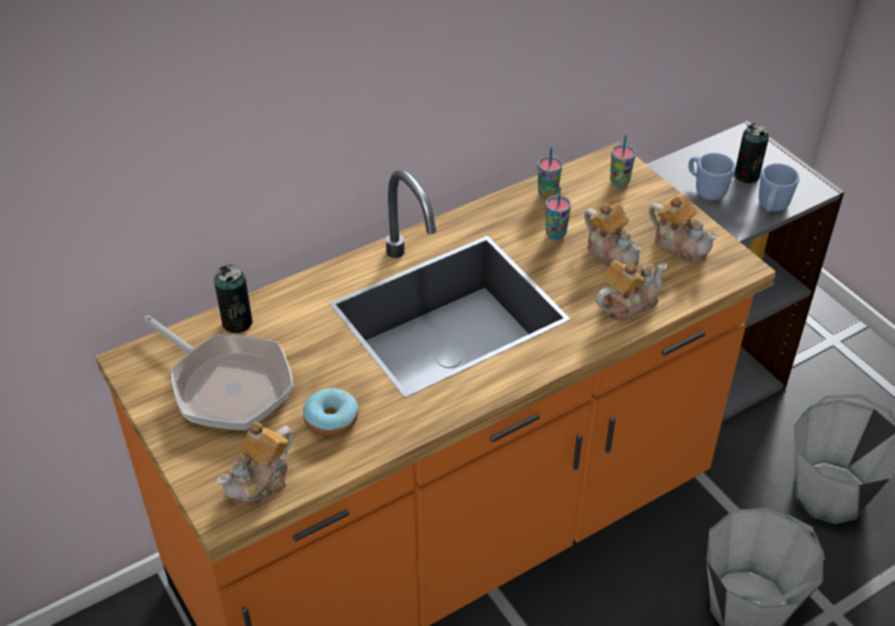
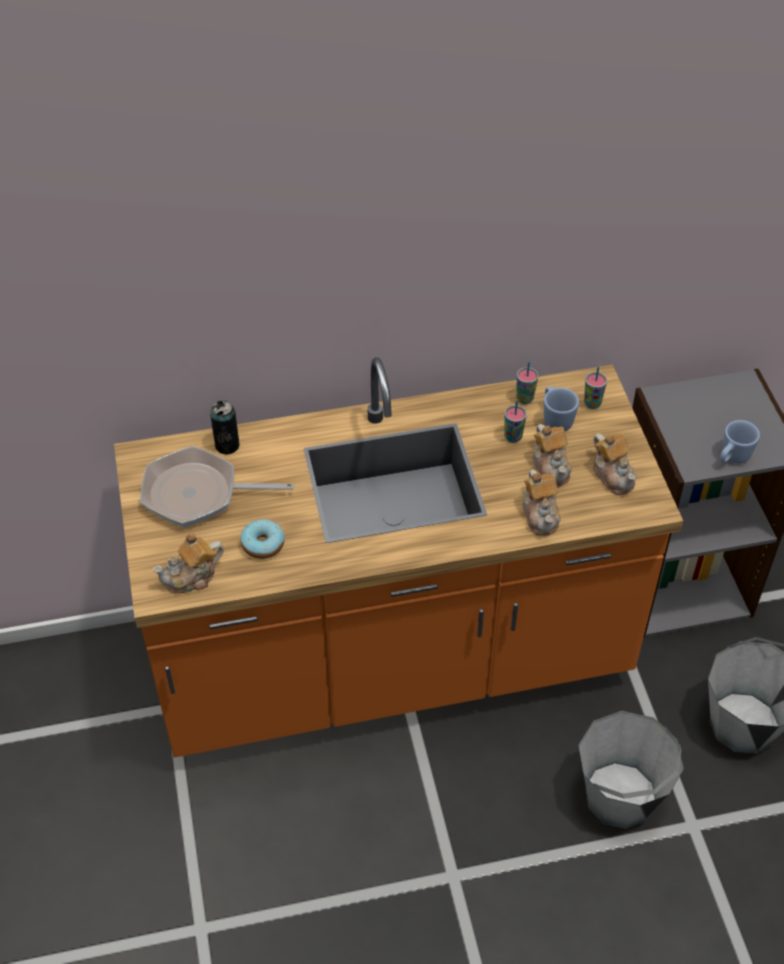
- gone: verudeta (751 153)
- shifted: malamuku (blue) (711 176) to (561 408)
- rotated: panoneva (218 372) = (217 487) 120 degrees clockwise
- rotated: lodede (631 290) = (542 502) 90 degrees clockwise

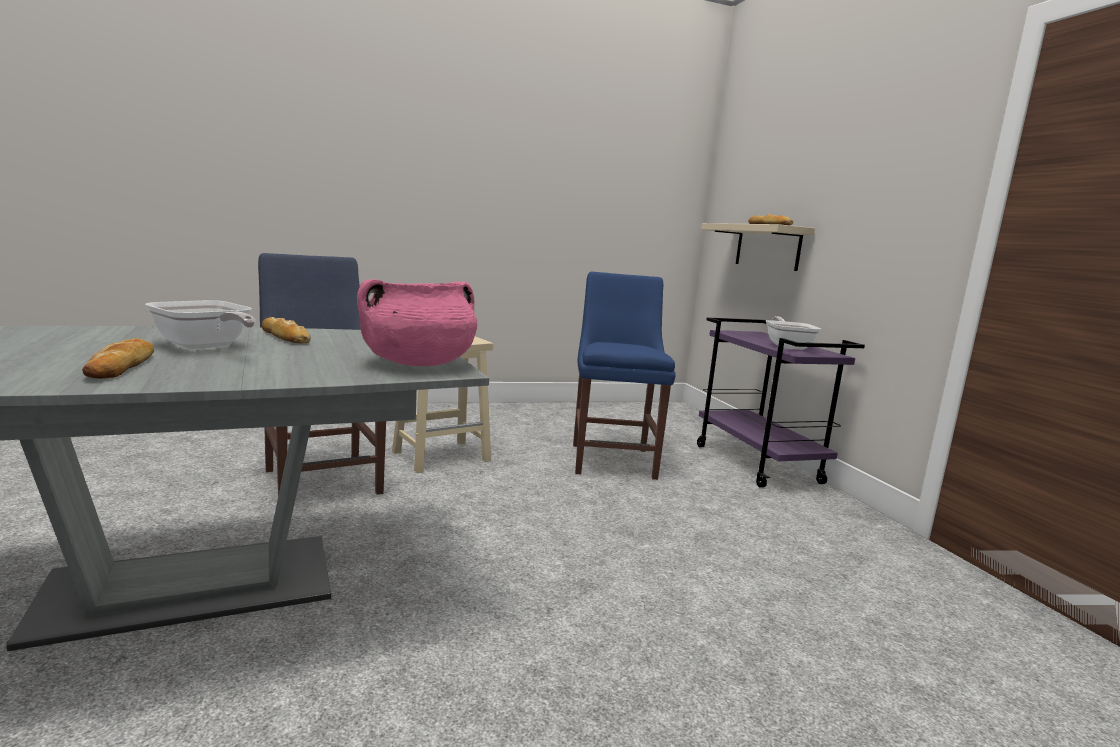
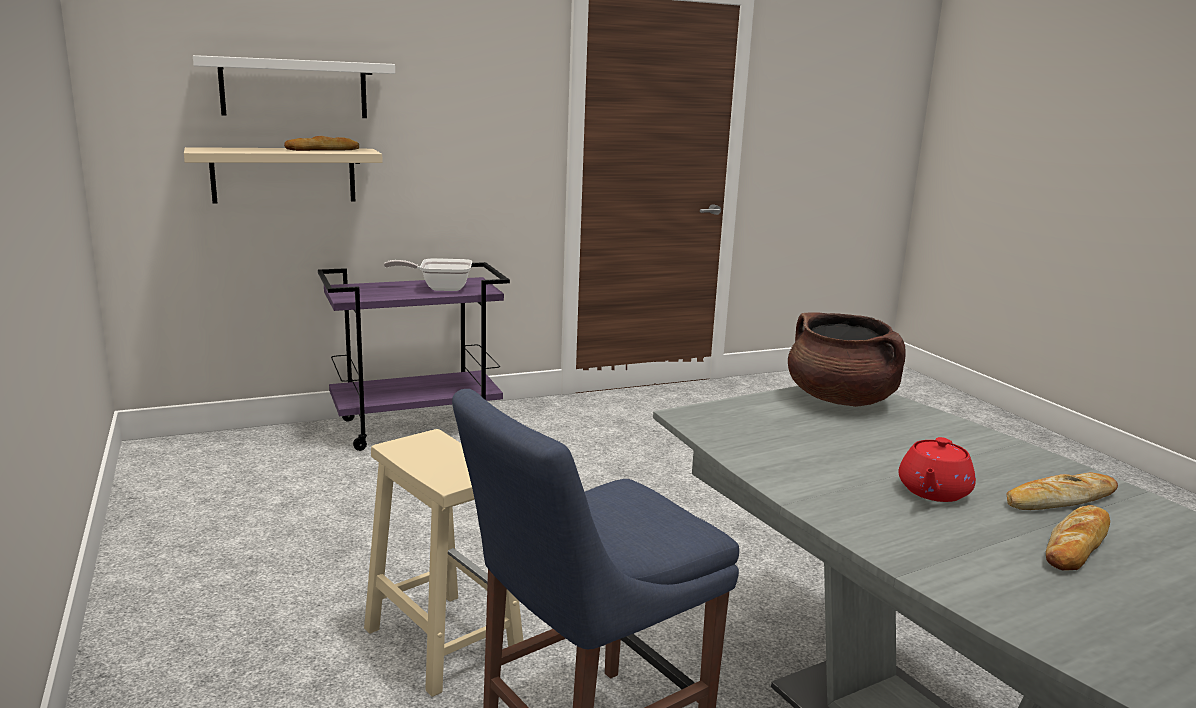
- gone: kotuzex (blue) (624 376)
- new: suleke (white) (294 86)
- shifted: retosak (286 330) to (1078 538)
- swapped: panoneva (200 324) to lodede (red) (937 469)
- repainted: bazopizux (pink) (417 322) to bazopizux (brown) (847 359)

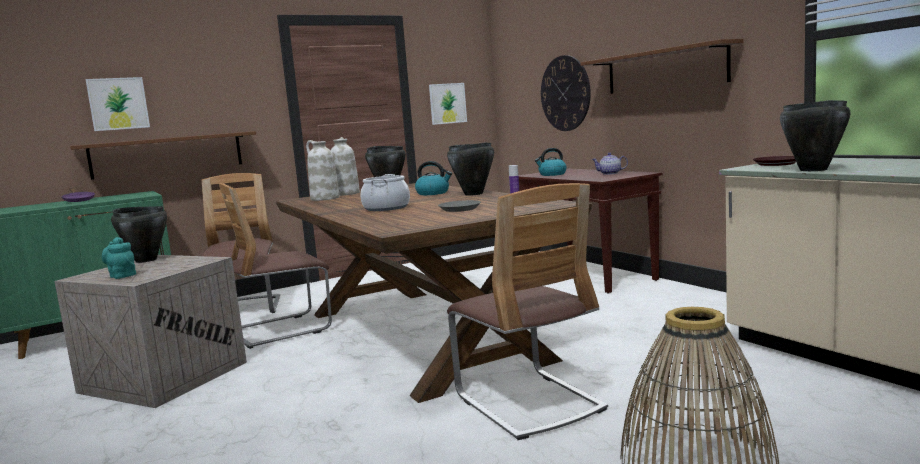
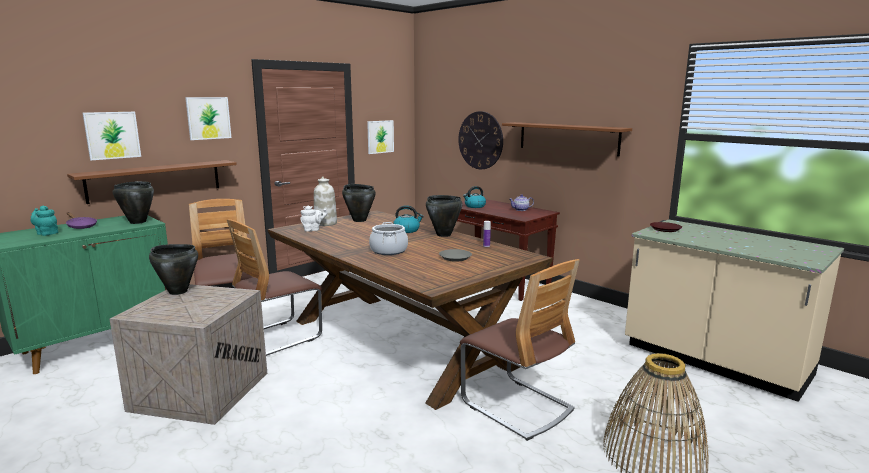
- new: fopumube (208 118)
- shifted: lodede (turquoise) (119 258) to (44 221)
- shifted: bazopizux (black) (815 135) to (133 202)
- swapped: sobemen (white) (323 170) to lodede (white) (313 219)

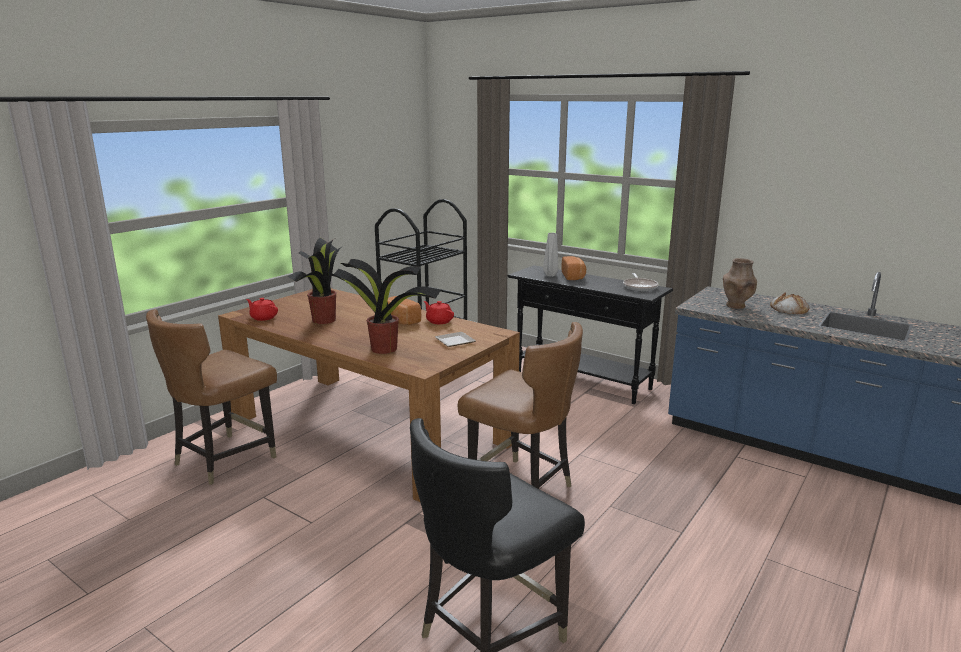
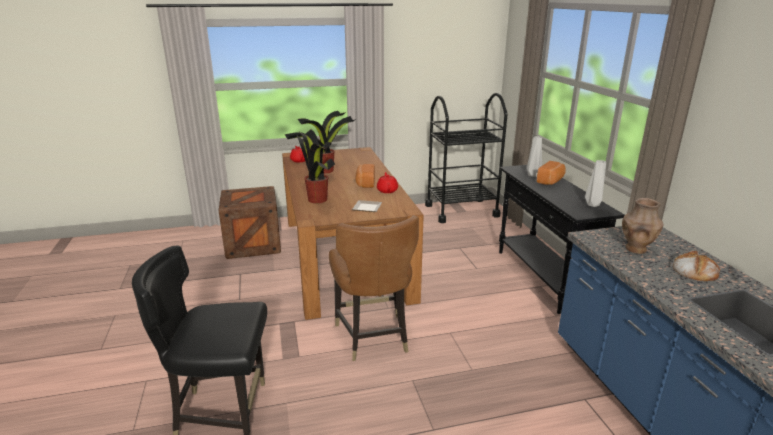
- swapped: kotuzex (brown) (211 397) to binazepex (250 222)
- swapped: panoneva (641 282) to sobemen (grey) (595 183)

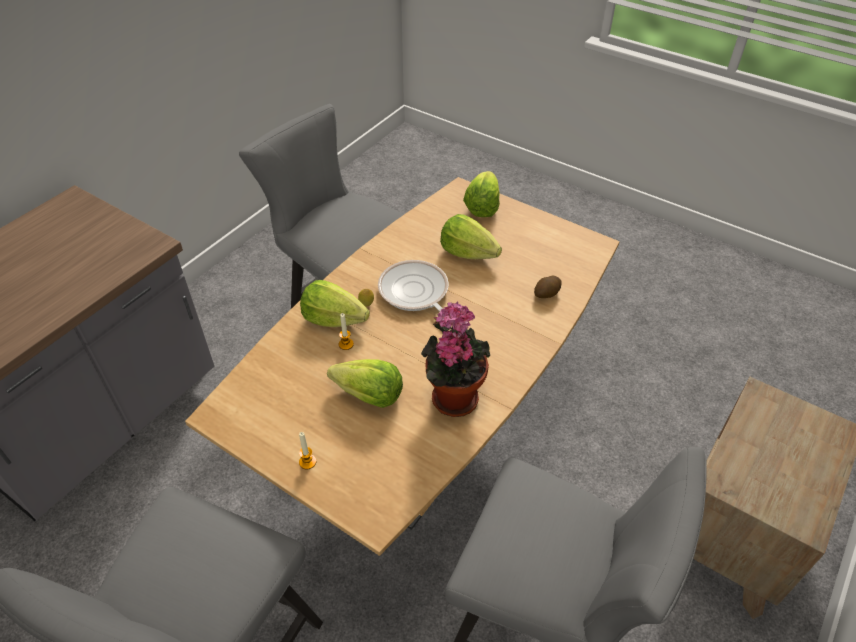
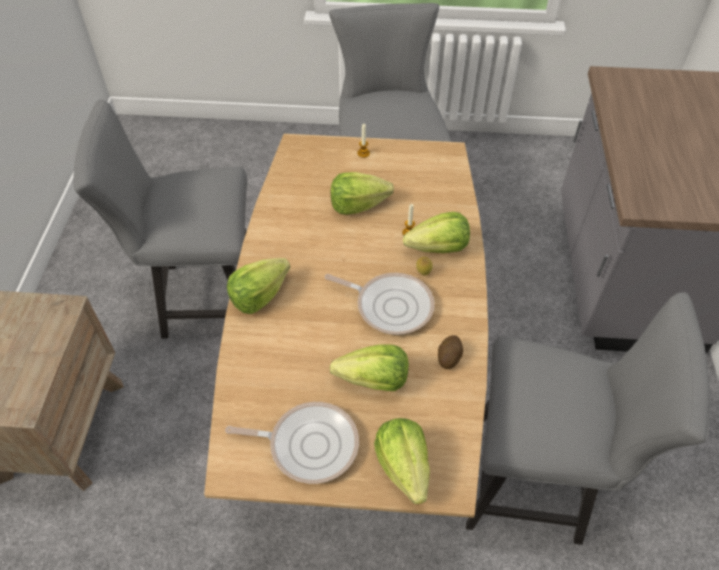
- gone: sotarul (456 359)
- new: panoneva (292 443)
- new: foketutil (258 286)
- shifted: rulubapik (548 287) to (450 352)

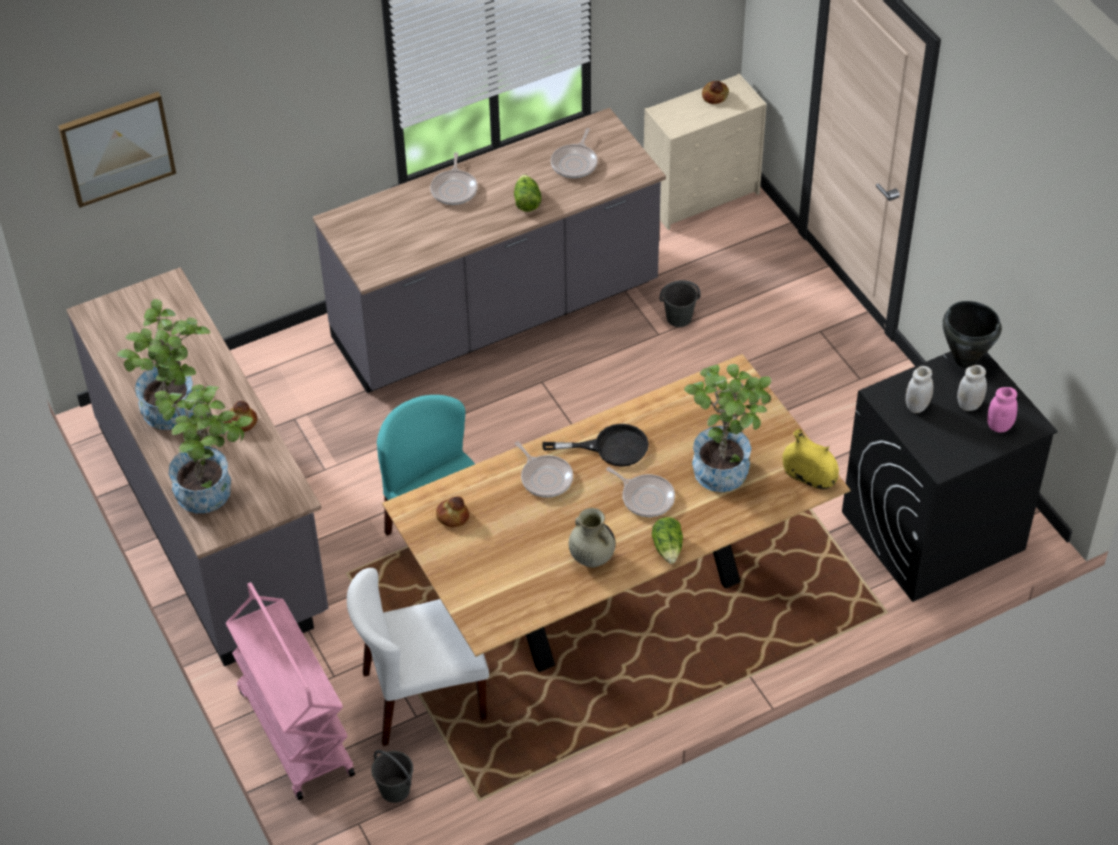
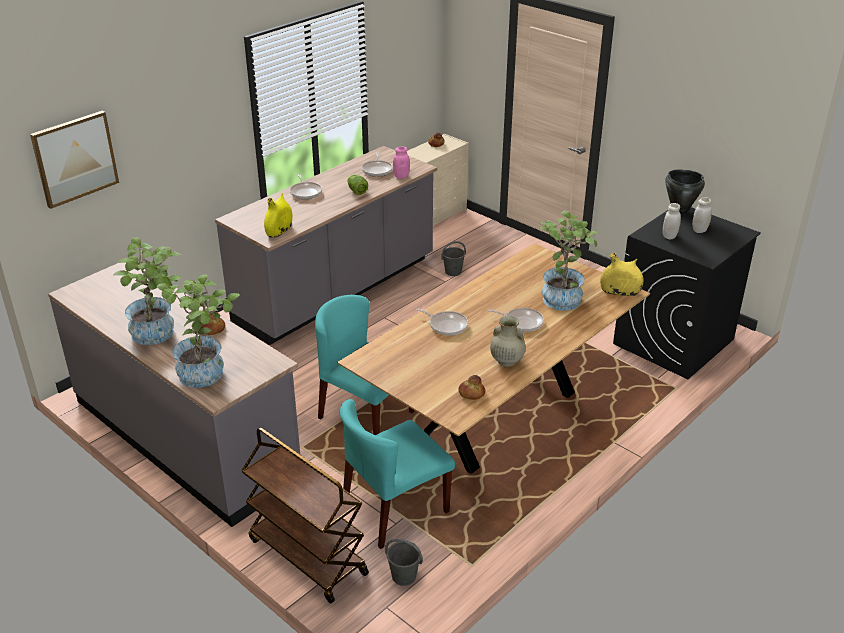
- gone: panoneva (black) (595 445)
- gone: foketutil (667 540)
- new: sobemen (yellow) (278 215)
- shifted: retosak (452 512) to (471 387)
- shifted: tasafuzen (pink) (1002 409) to (401 163)
- repainted: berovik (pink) (290 691) to berovik (brown) (305 515)
- repainted: kotuzex (white) (418 657) to kotuzex (turquoise) (397 474)

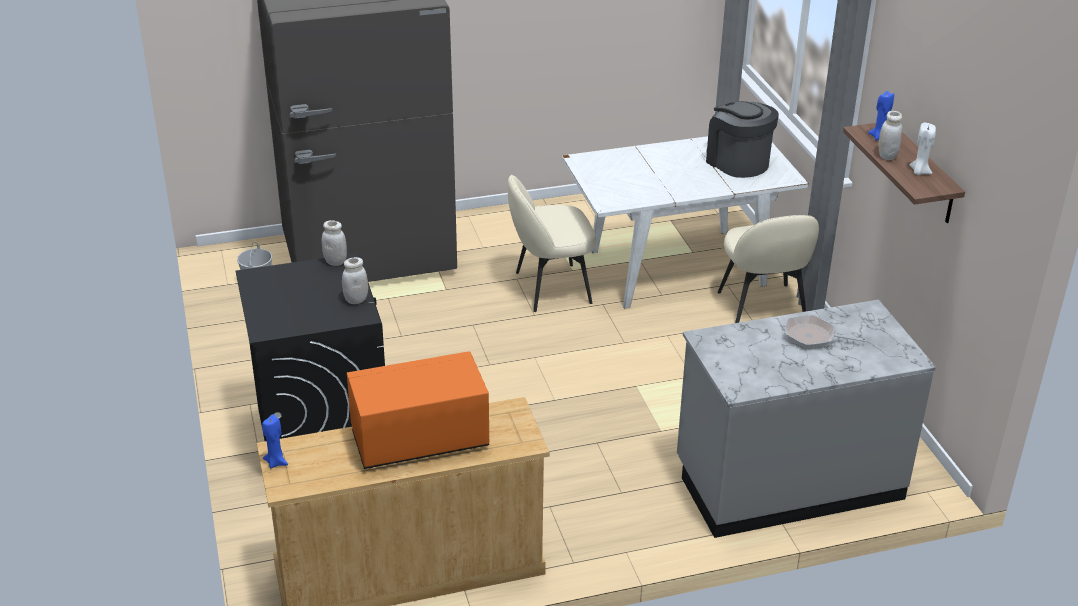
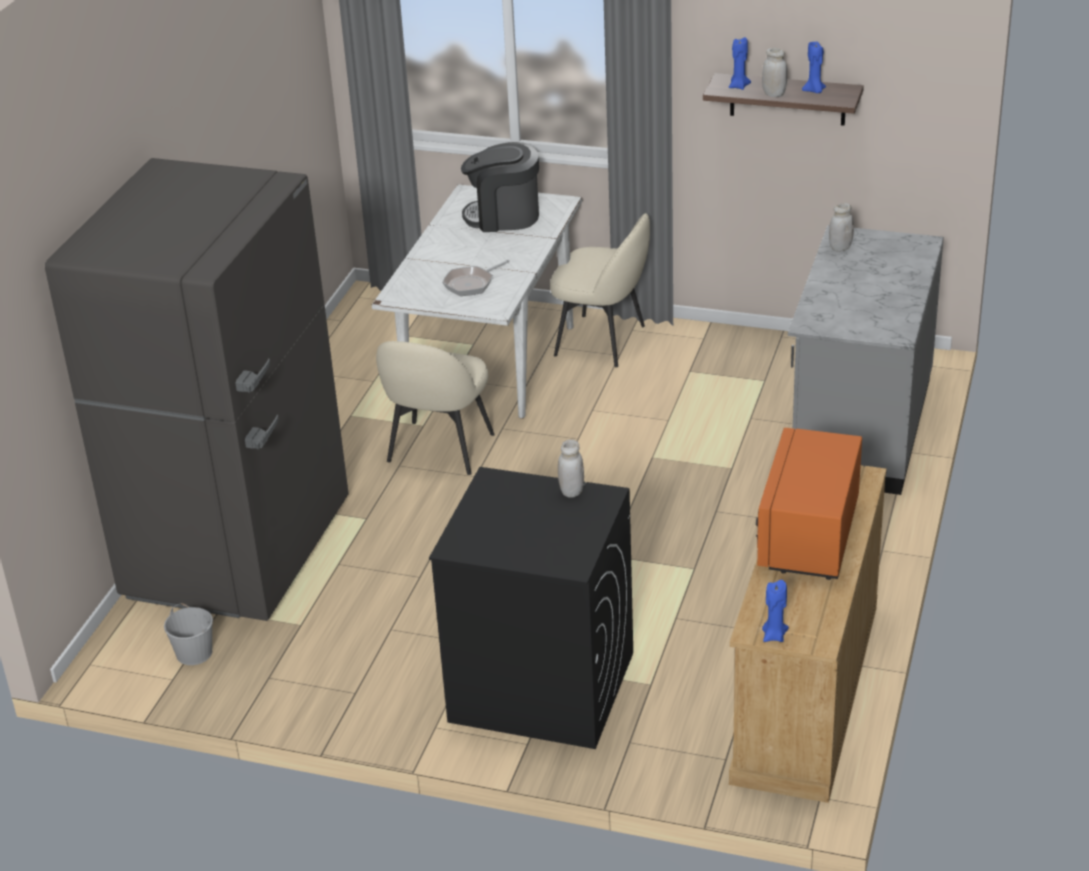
- shifted: tasafuzen (white) (334 243) to (841 227)
- shifted: panoneva (825 332) to (476 278)
- repainted: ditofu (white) (923 149) to ditofu (blue) (814 67)

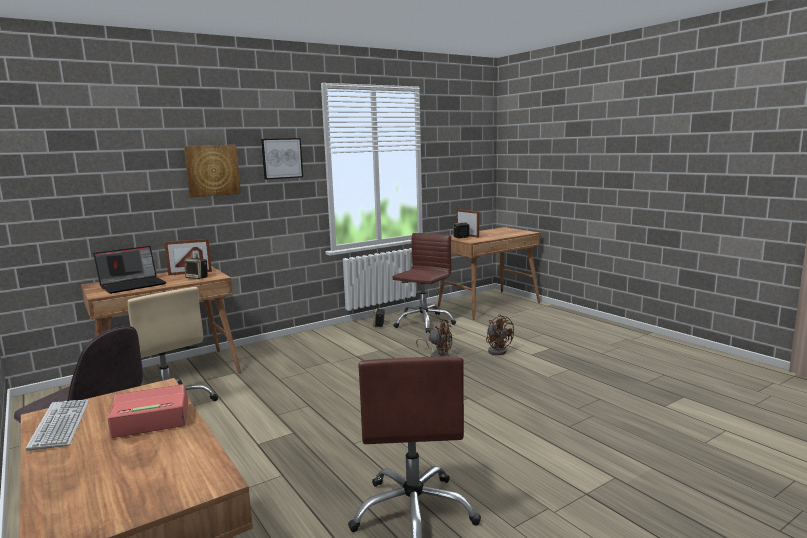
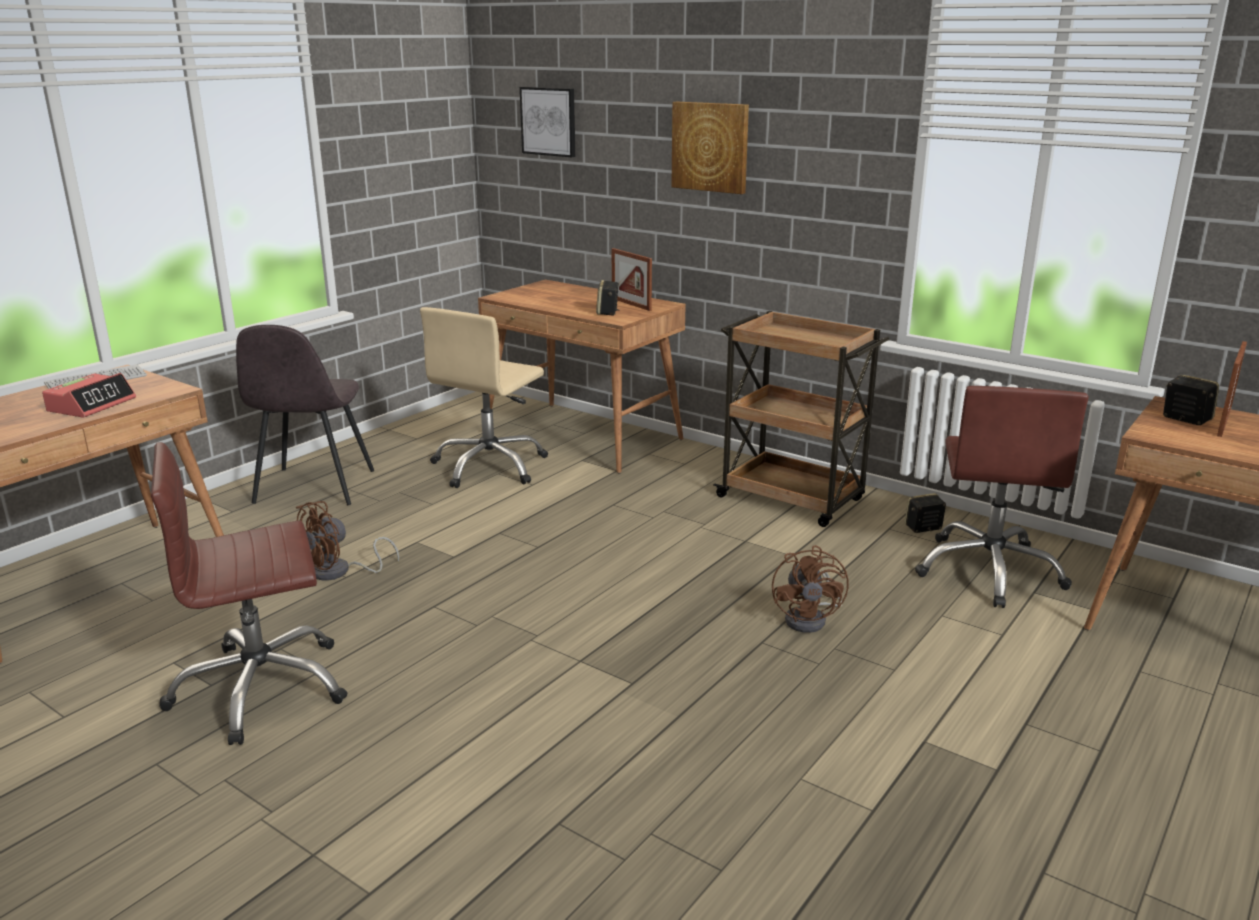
- gone: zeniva (130 270)
- new: berovik (brown) (801 419)
- shifted: fopumube (282 159) to (547 122)
- shifted: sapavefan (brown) (500 334) to (347 541)
- rotated: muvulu (147 411) = (89 395) 60 degrees clockwise
- rotated: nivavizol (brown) (424 283) = (1002 497) 90 degrees clockwise

